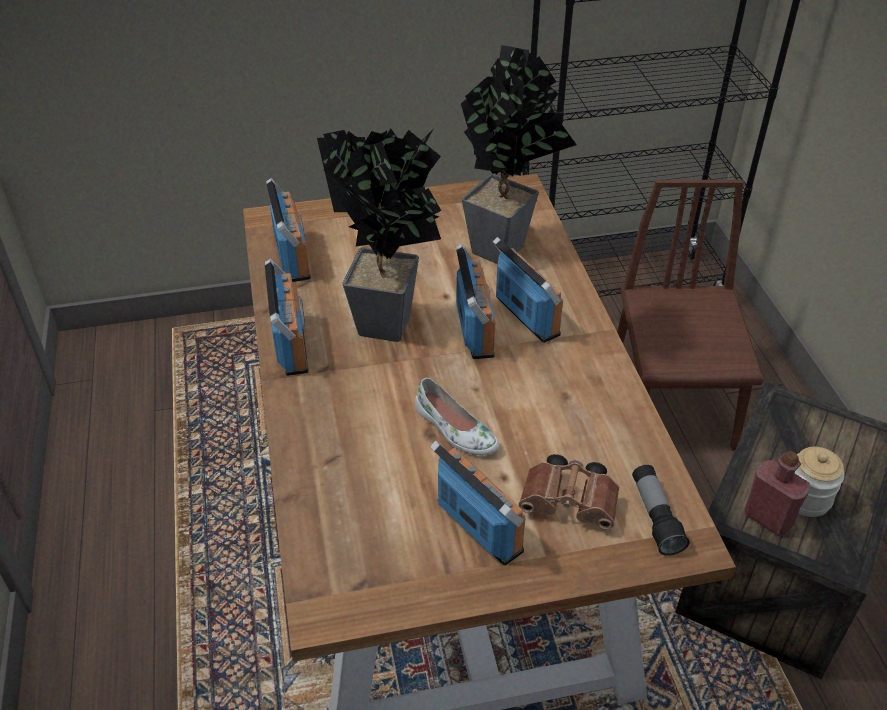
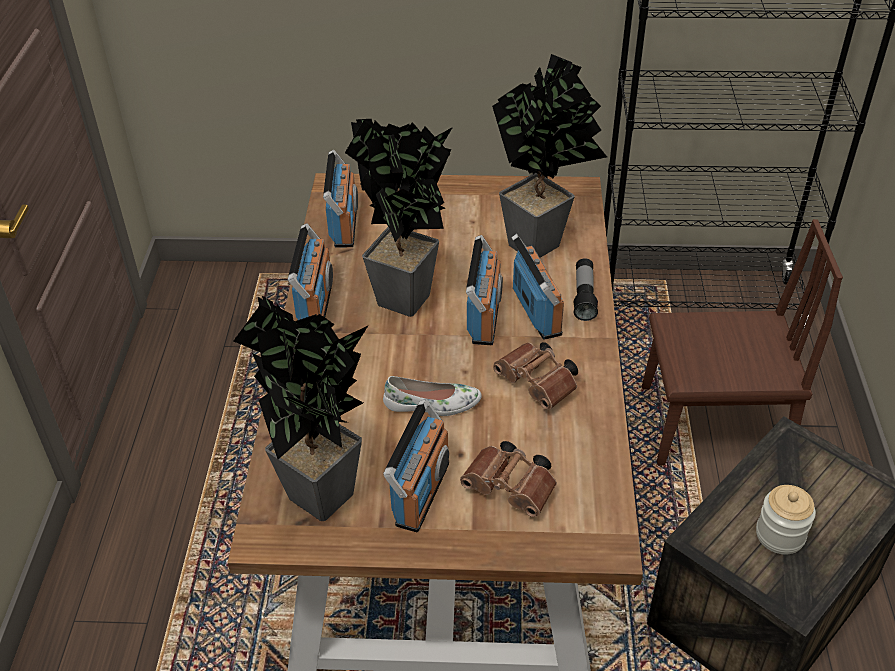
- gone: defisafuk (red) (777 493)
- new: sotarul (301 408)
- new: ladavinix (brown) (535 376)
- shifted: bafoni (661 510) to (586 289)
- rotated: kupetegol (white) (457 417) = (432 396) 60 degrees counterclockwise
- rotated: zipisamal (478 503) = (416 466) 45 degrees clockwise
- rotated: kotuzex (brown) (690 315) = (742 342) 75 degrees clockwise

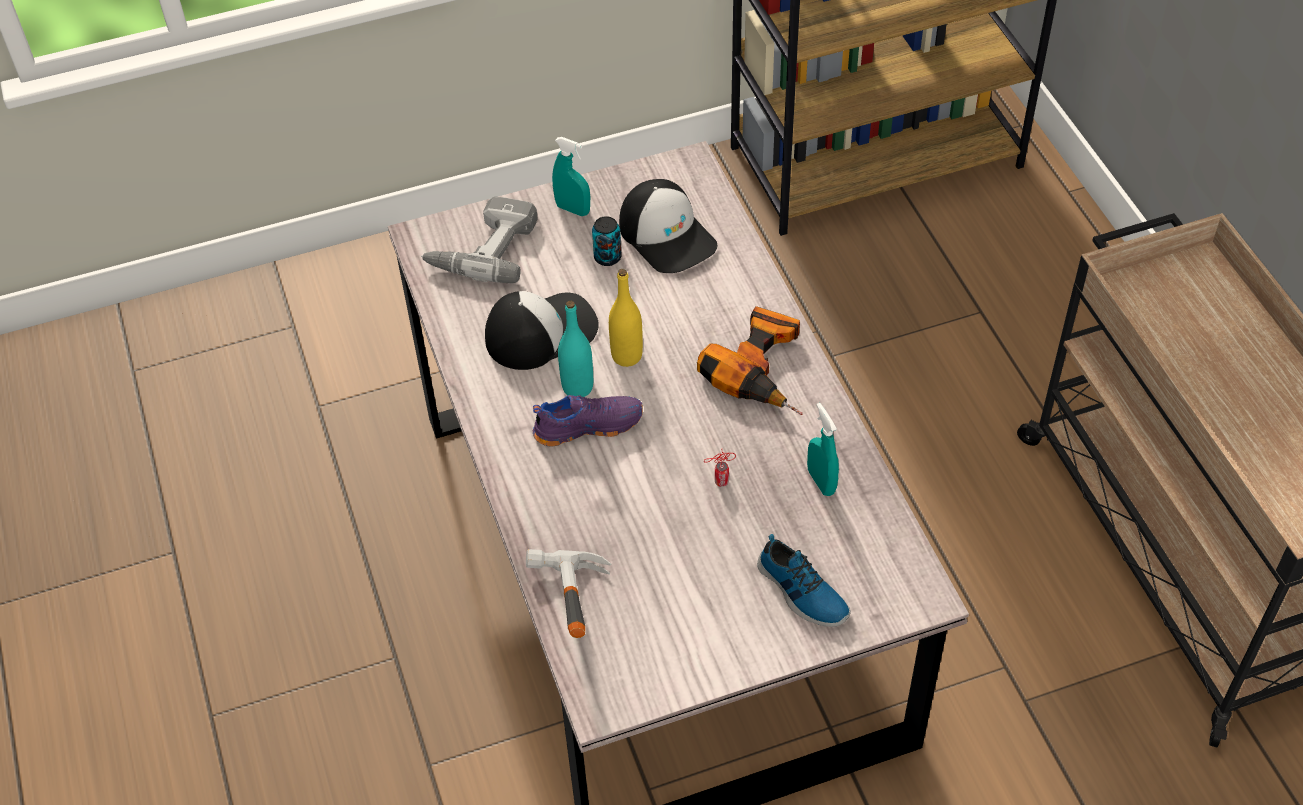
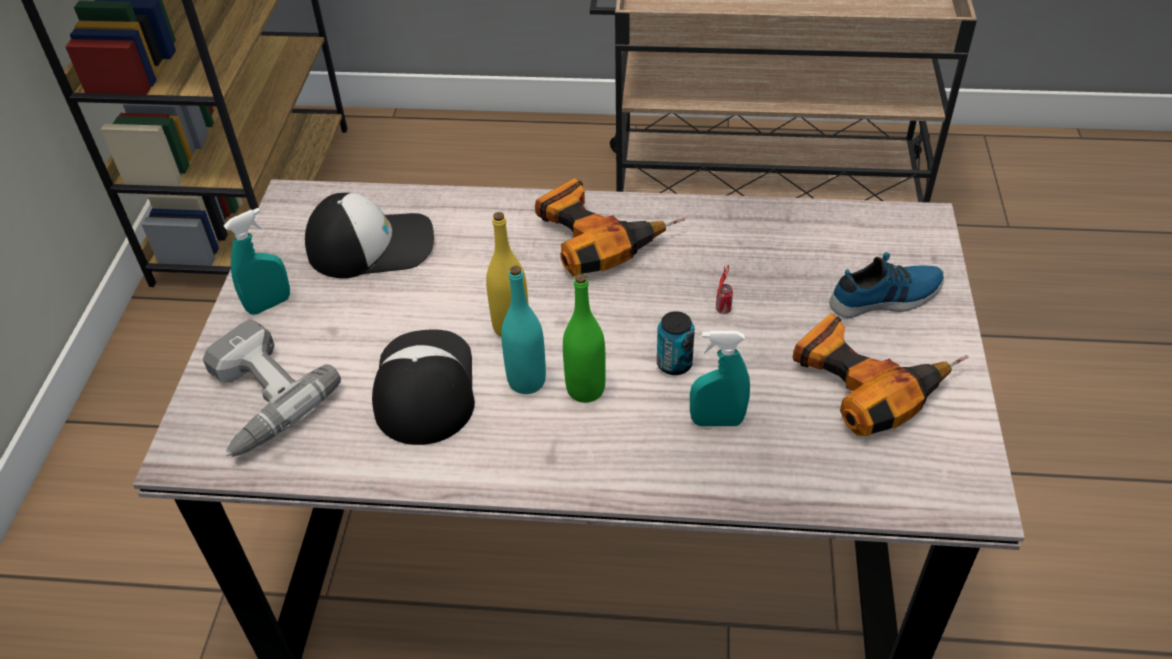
- gone: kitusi (568 593)
- new: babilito (880 374)
- shifted: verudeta (607 241) to (676 343)
- shifted: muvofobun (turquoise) (823 449) to (720 379)
- swapped: kupetegol (purple) (588 420) to defisafuk (green) (584 338)

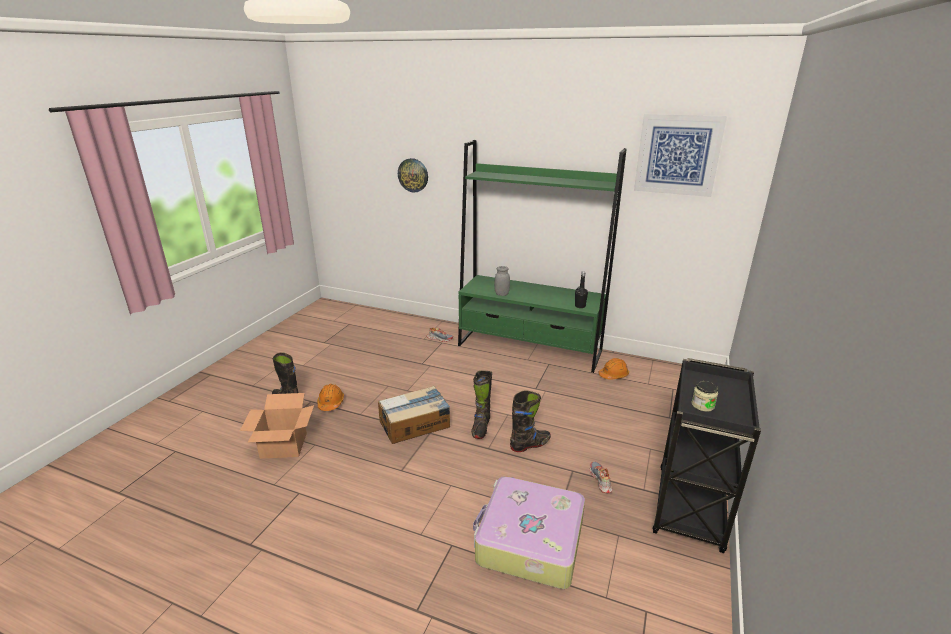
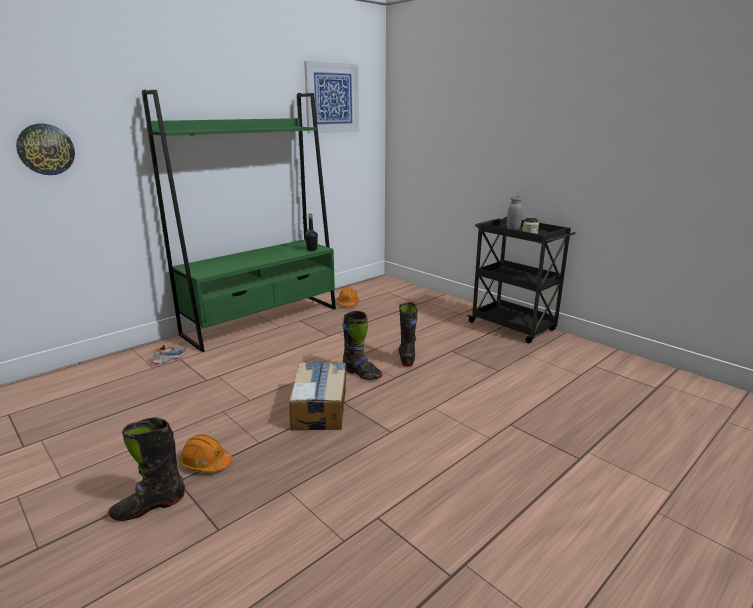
- gone: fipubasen (277 426)
- gone: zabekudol (529 532)
- gone: kupetegol (601 477)
- shifted: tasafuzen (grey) (502 281) to (515 213)

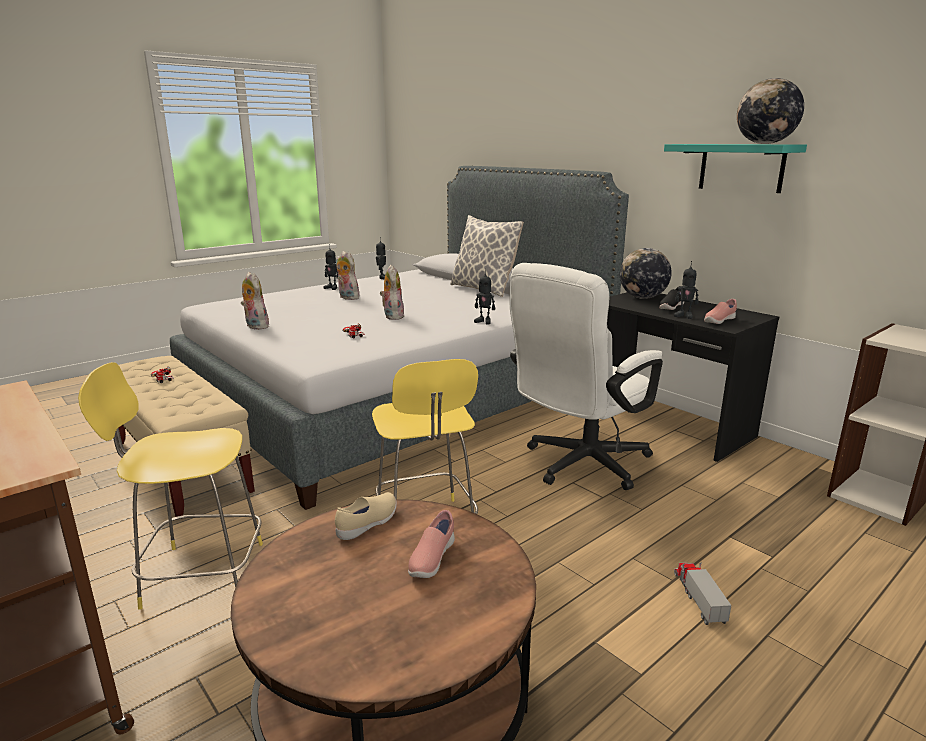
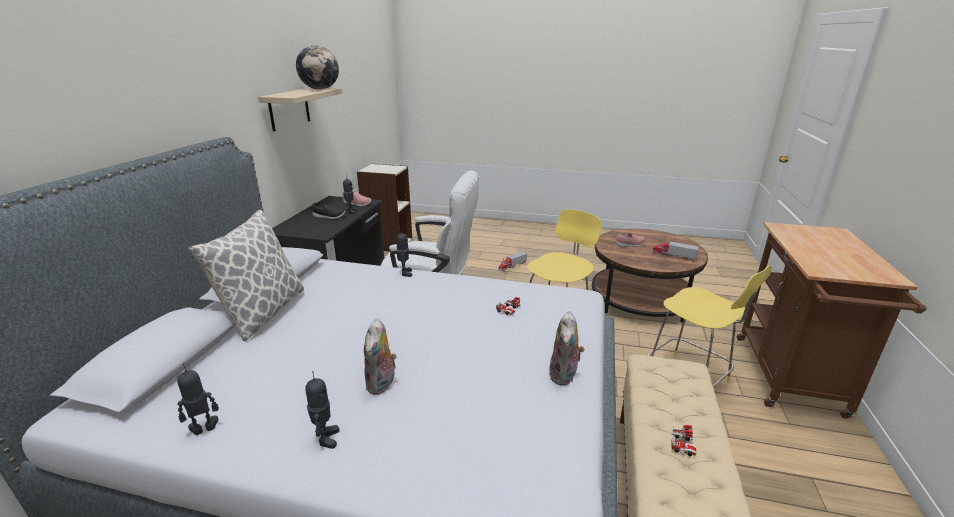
- gone: kupetegol (beige) (366 516)
- gone: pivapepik (392 292)
- gone: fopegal (646 273)
- new: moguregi (675 250)
- repainted: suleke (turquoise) (735 168) to suleke (beige) (300 109)

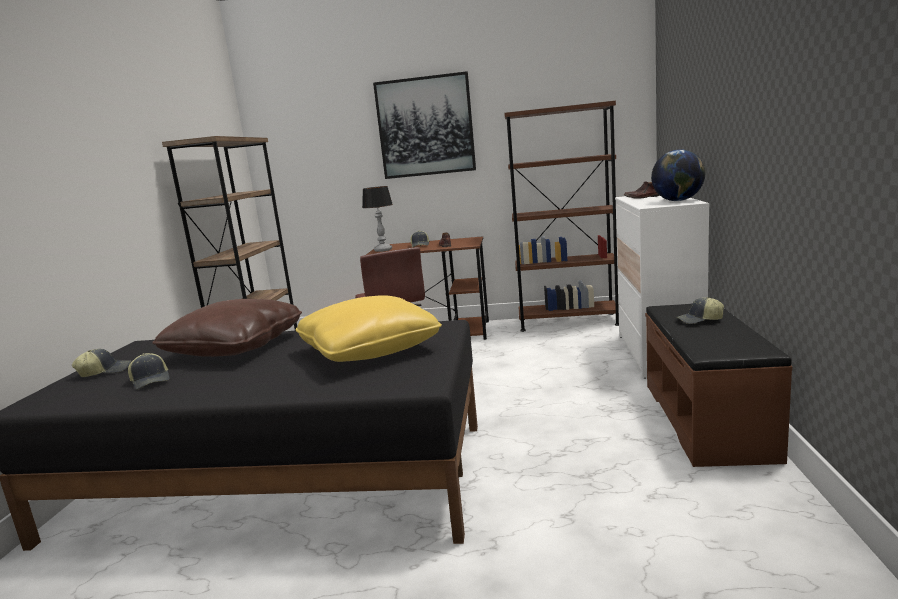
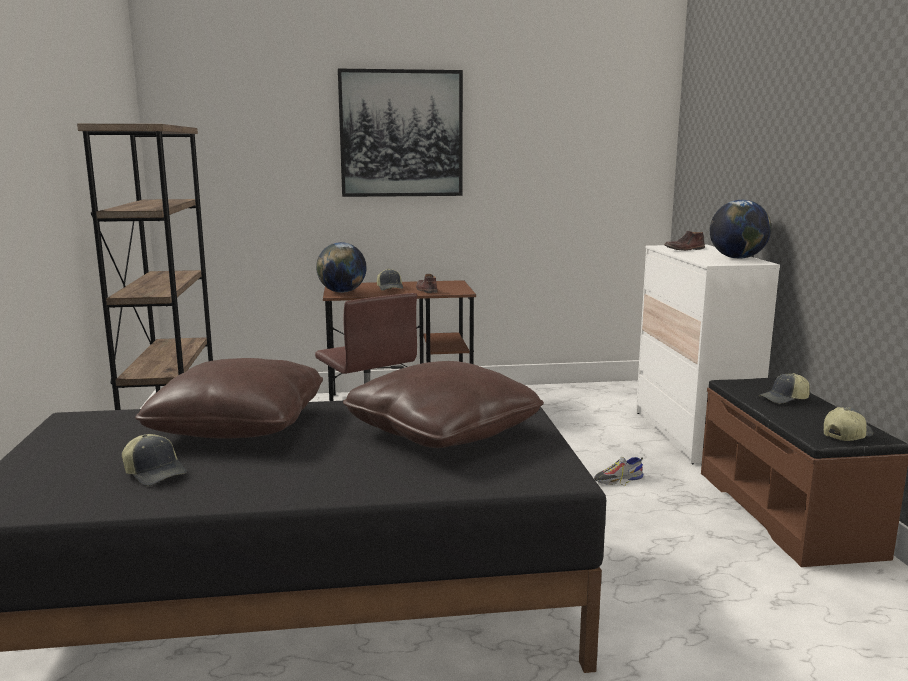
- gone: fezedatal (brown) (561 216)
- new: kupetegol (618 471)
- shifted: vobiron (101 363) to (848 424)
- swapped: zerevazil (377 219) to fopegal (341 267)
- repainted: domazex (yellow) (369 328) to domazex (brown) (443 404)

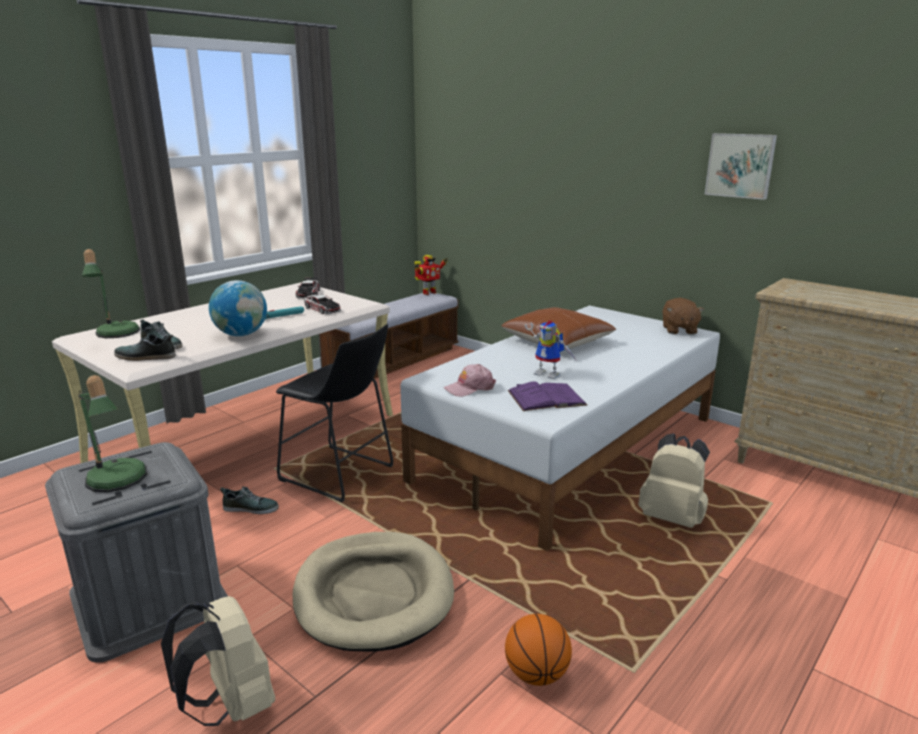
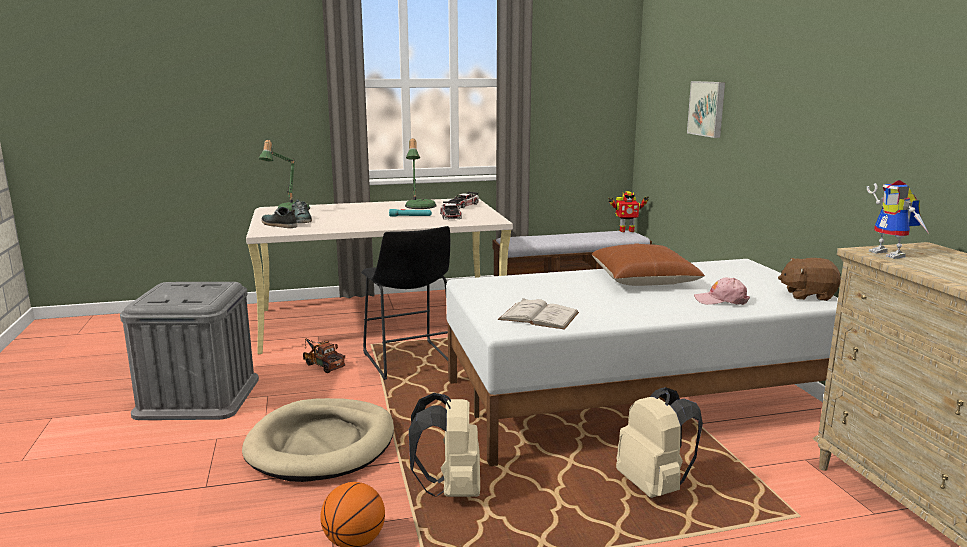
- gone: fopegal (238 308)
- shifted: zerevazil (113 434) to (421 173)
- shifted: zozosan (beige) (218 661) to (444 445)
- shifted: vobiron (pink) (470 380) to (722 291)
- shifted: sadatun (550 349) to (898 219)
- shifted: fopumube (740 166) to (706 109)
- swapped: kupetegol (249 500) to moguregi (324 355)
- repainted: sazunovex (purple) (547 396) to sazunovex (white) (538 314)
- rotated: pivapepik (brown) (683 316) = (809 279) 60 degrees clockwise

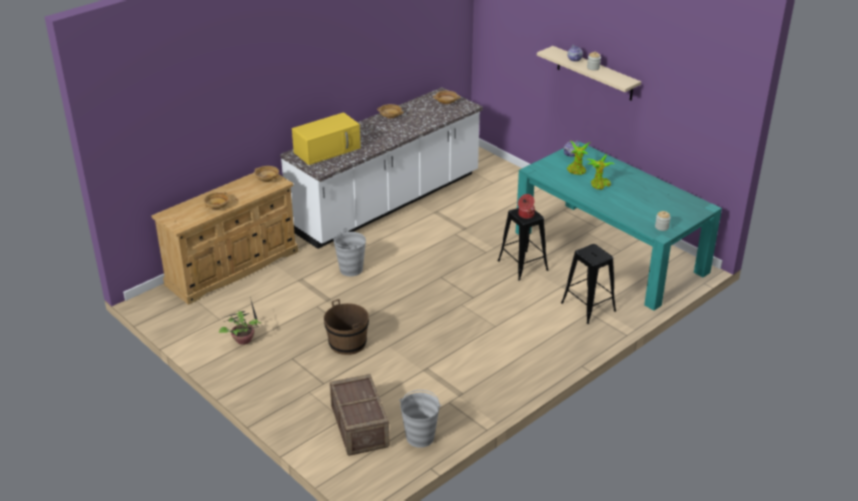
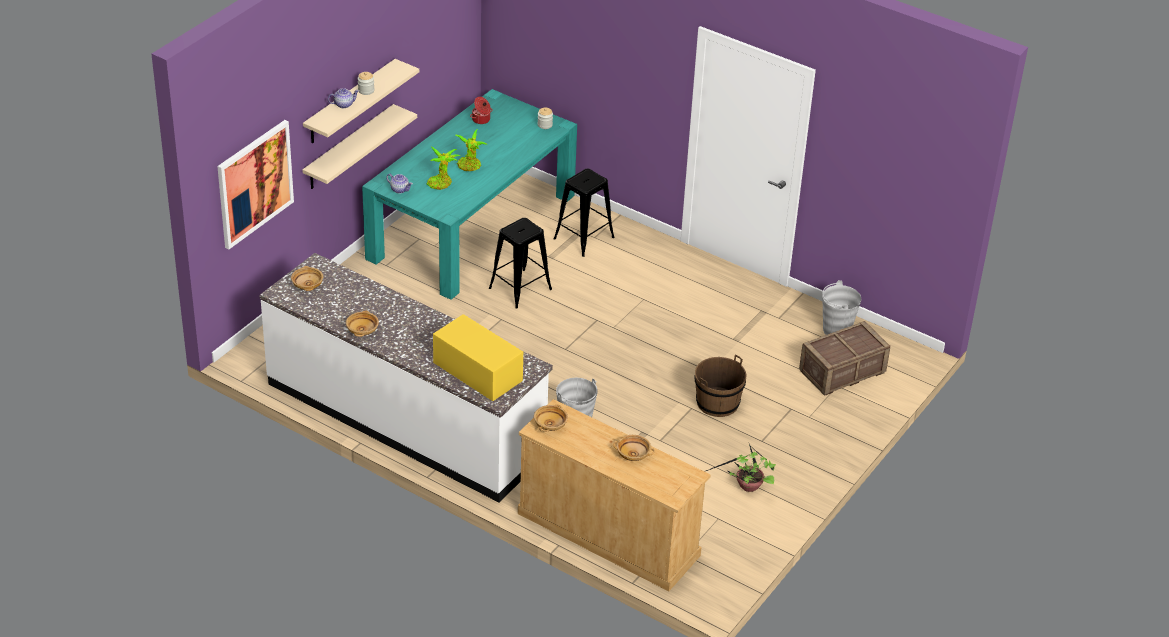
- new: fopumube (255 184)
- new: suleke (beige) (359 146)
- shifted: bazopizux (526 206) to (481 110)

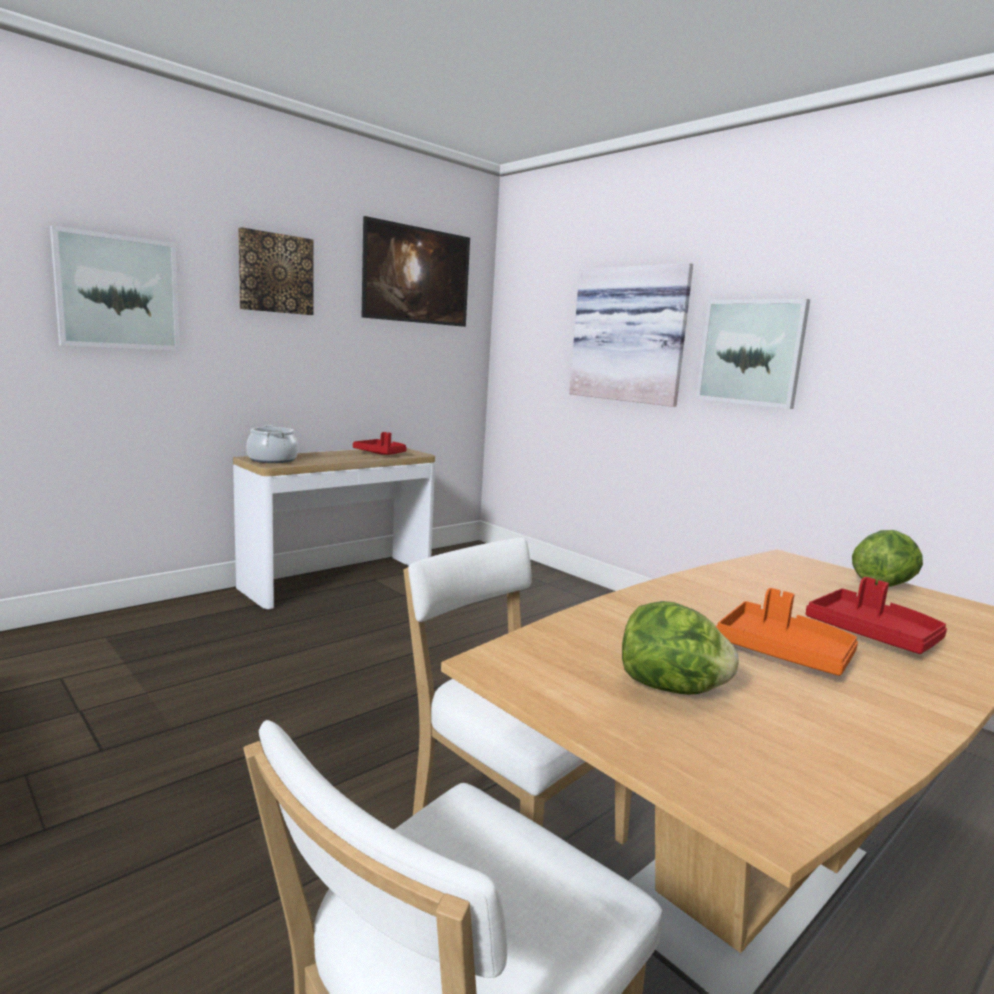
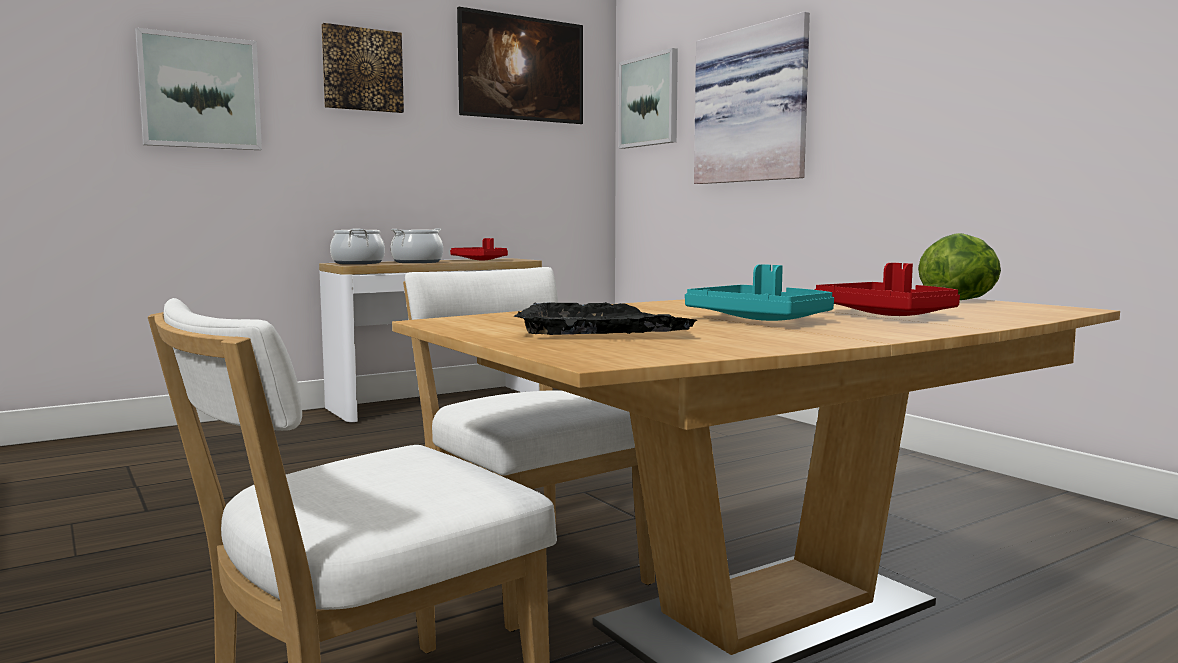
- new: bazopizux (417 245)
- shifted: fopumube (753 354) to (648 98)
- swapped: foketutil (680 648) to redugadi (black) (605 318)
- repainted: redugadi (orange) (787 632) to redugadi (turquoise) (759 292)

